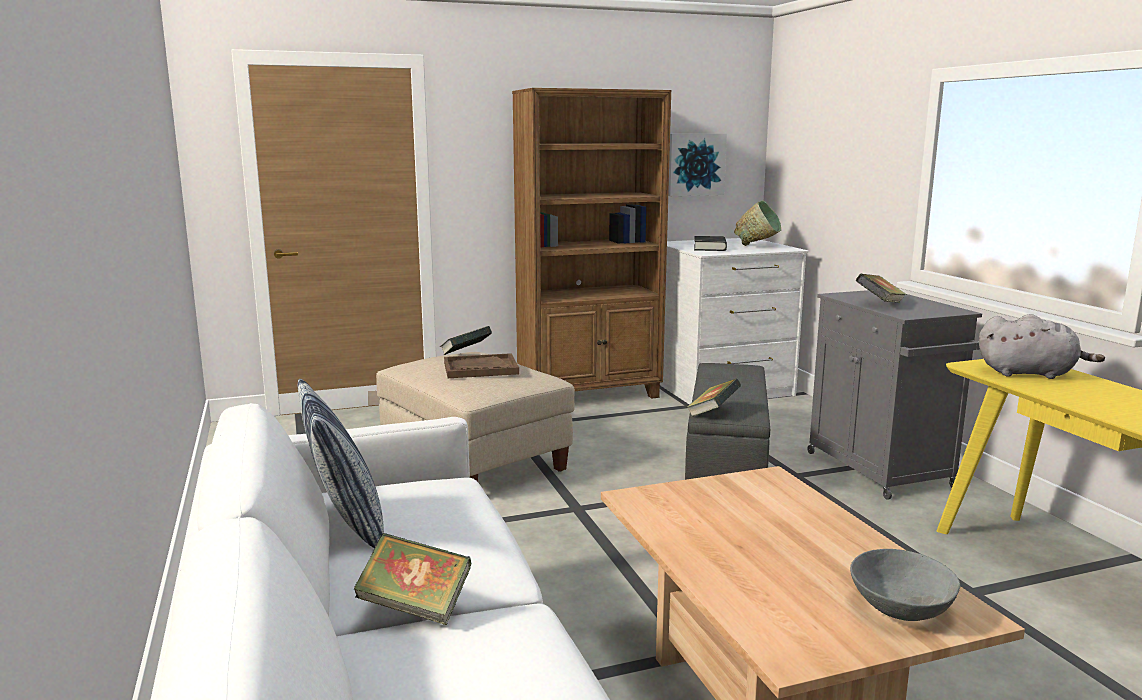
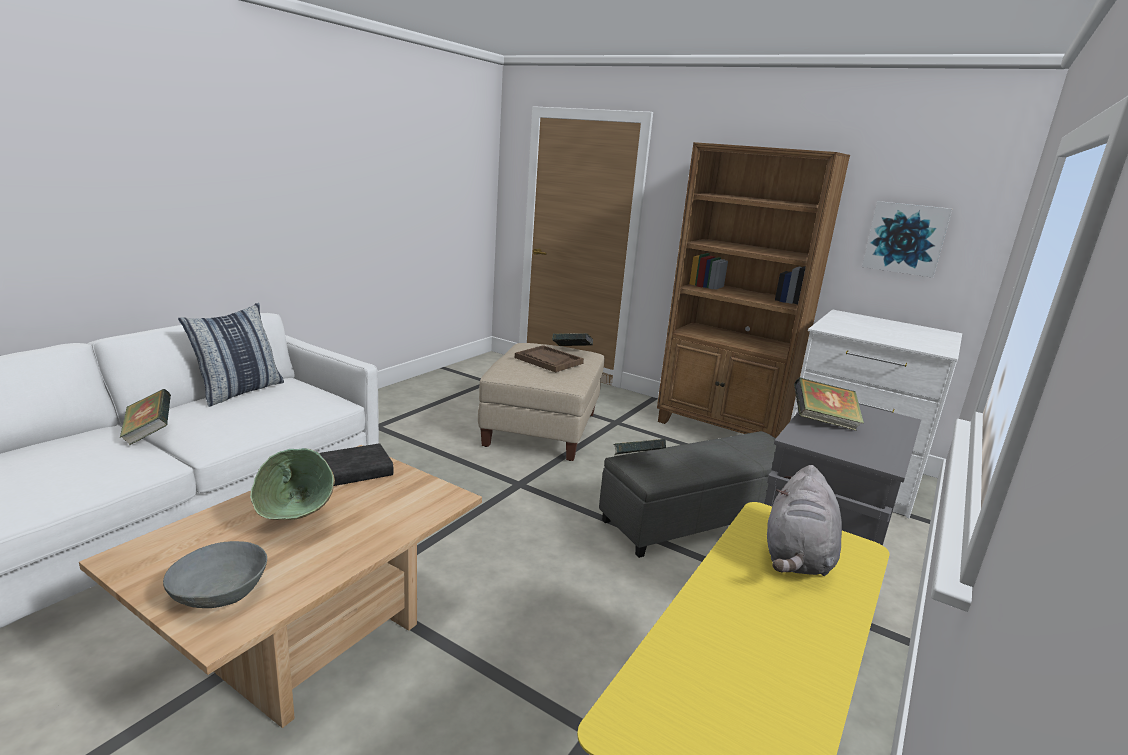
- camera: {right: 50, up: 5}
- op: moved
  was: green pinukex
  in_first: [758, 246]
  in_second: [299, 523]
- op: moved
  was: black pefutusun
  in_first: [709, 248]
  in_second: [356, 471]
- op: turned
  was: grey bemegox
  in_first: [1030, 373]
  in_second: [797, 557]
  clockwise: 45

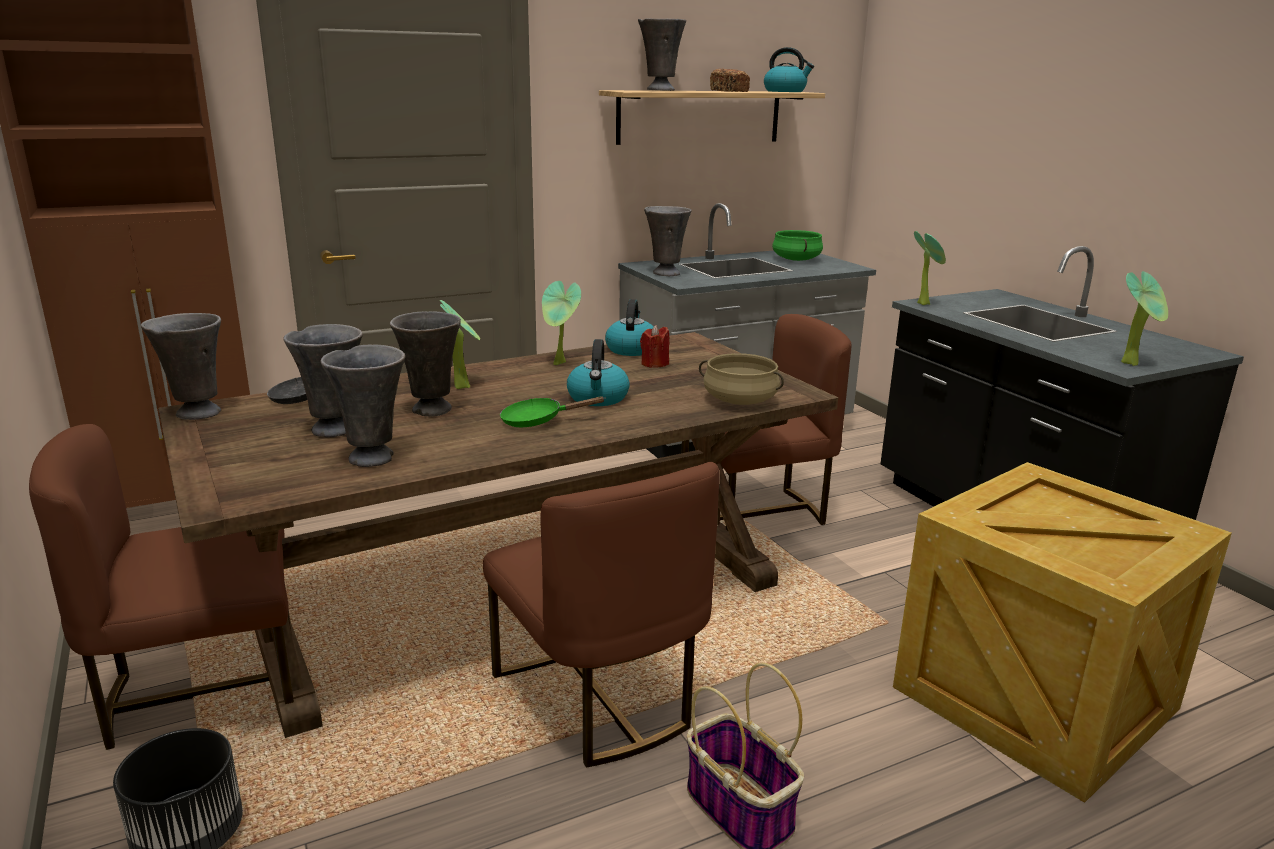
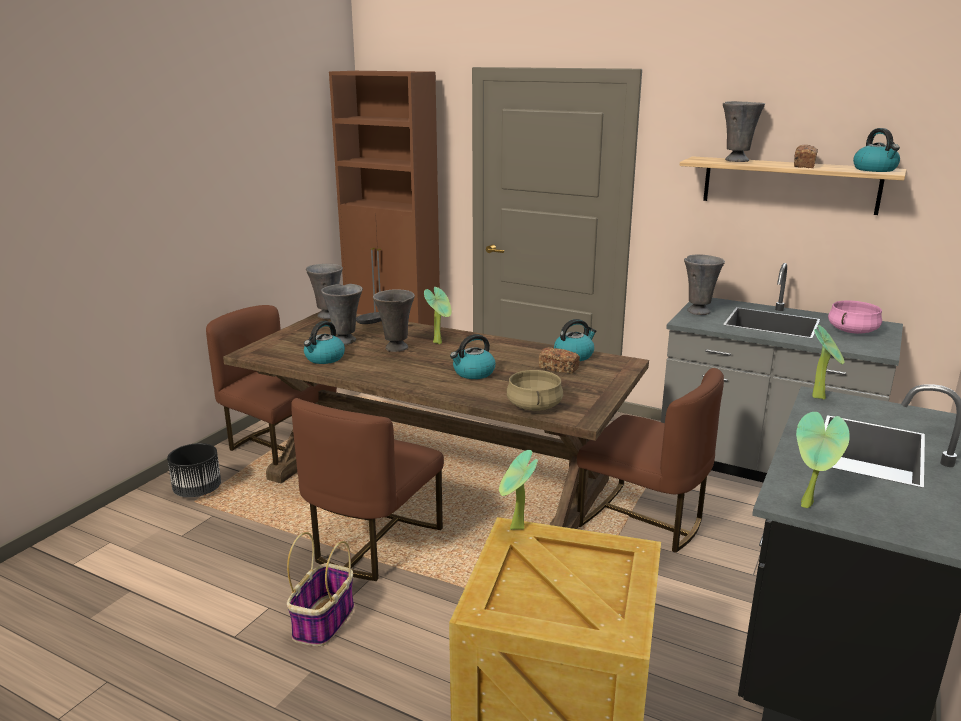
- camera: {right: 55, up: 0}
- op: recoloured
  was: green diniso
  now: pink diniso
  in_first: [796, 259]
  in_second: [852, 331]
- op: moved
  was: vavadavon
  in_first: [560, 364]
  in_second: [516, 529]
- op: replaced
  was: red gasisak
  now: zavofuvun
  in_first: [654, 364]
  in_second: [558, 368]
- op: replaced
  was: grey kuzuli
  now: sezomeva
  in_first: [373, 457]
  in_second: [324, 358]
- op: removed
  was: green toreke
  in_first: [538, 421]

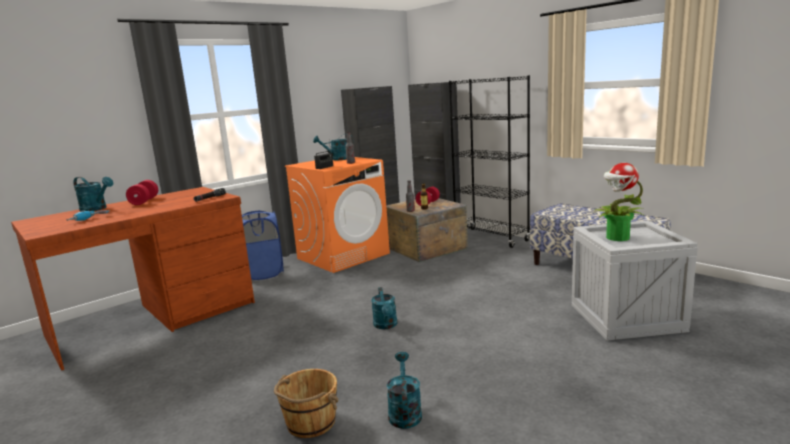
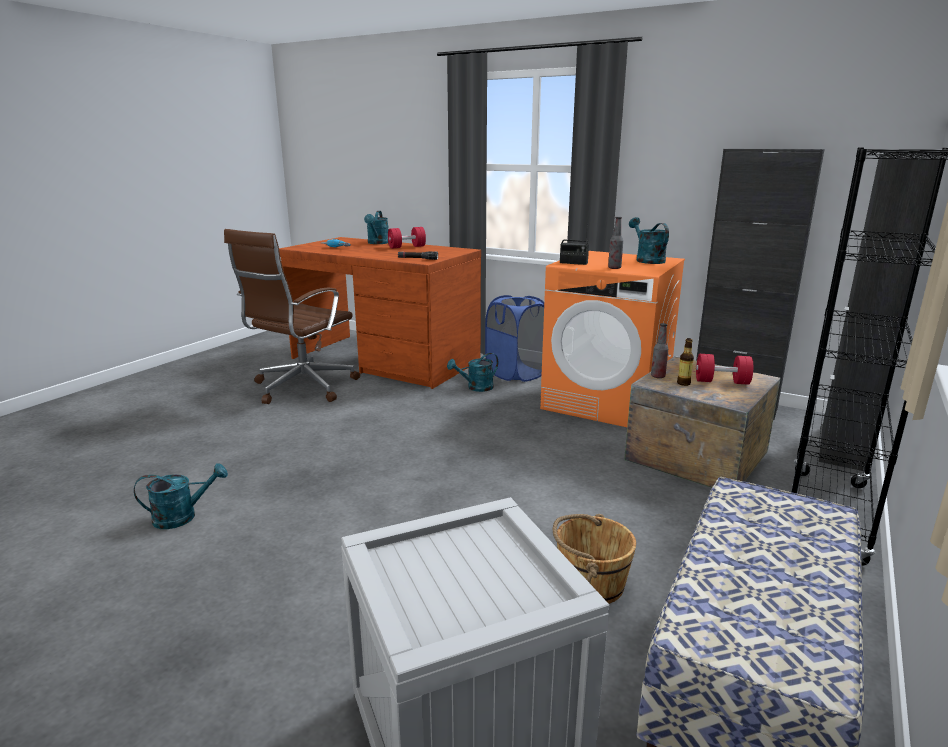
- camera: {right: 70, up: 5}
- op: removed
  was: vavadavon
  in_first: [617, 238]
- op: moved
  was: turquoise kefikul
  in_first: [386, 325]
  in_second: [476, 388]
- op: moved
  was: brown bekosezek
  in_first: [310, 423]
  in_second: [590, 583]
- op: added
  now: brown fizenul
  in_second: [302, 388]

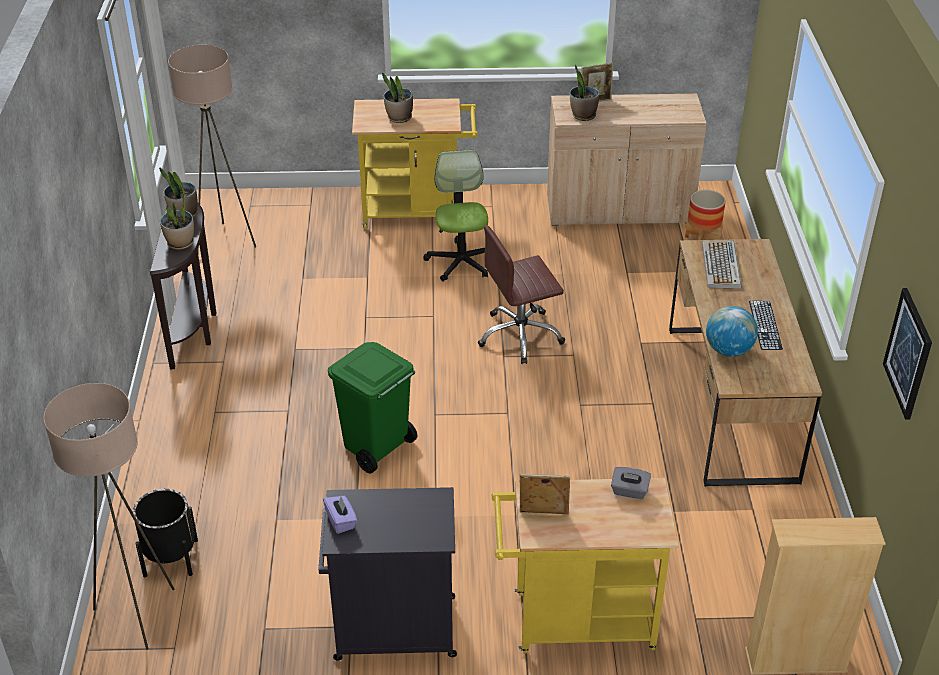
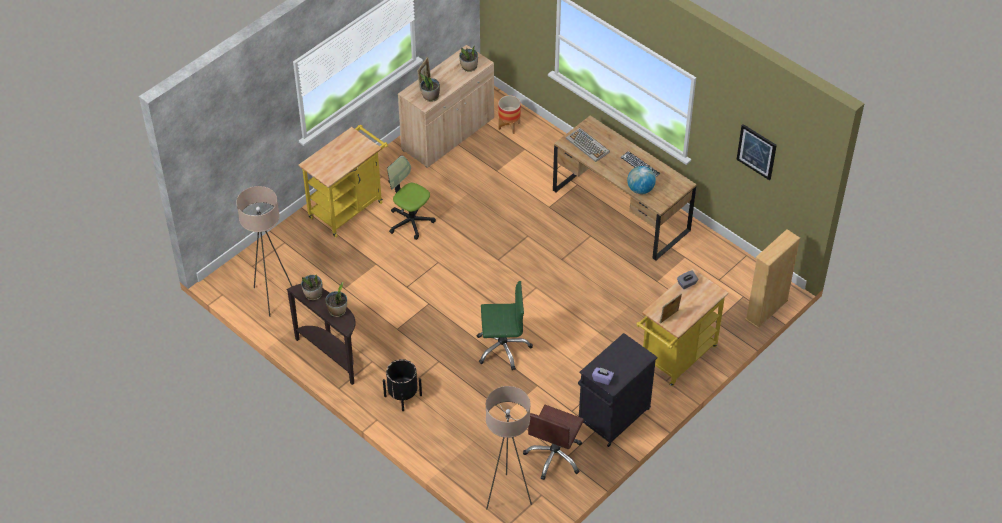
- camera: {right: -45, up: 10}
- op: moved
  was: vavadavon
  in_first: [399, 118]
  in_second: [469, 67]
- op: moved
  was: brown fizenul
  in_first: [520, 336]
  in_second: [554, 456]
- op: replaced
  was: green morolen
  now: green fizenul
  in_first: [376, 448]
  in_second: [502, 348]
- op: moved
  was: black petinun
  in_first: [170, 558]
  in_second: [403, 395]

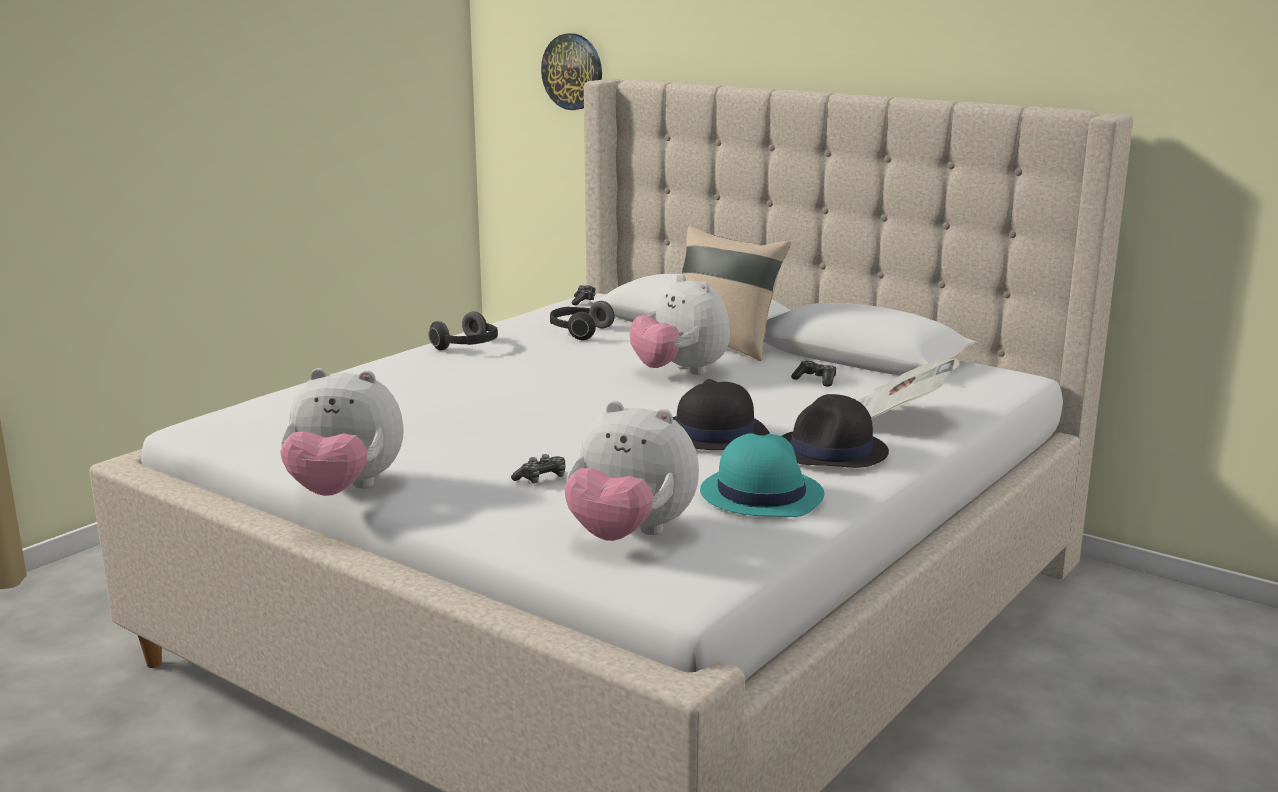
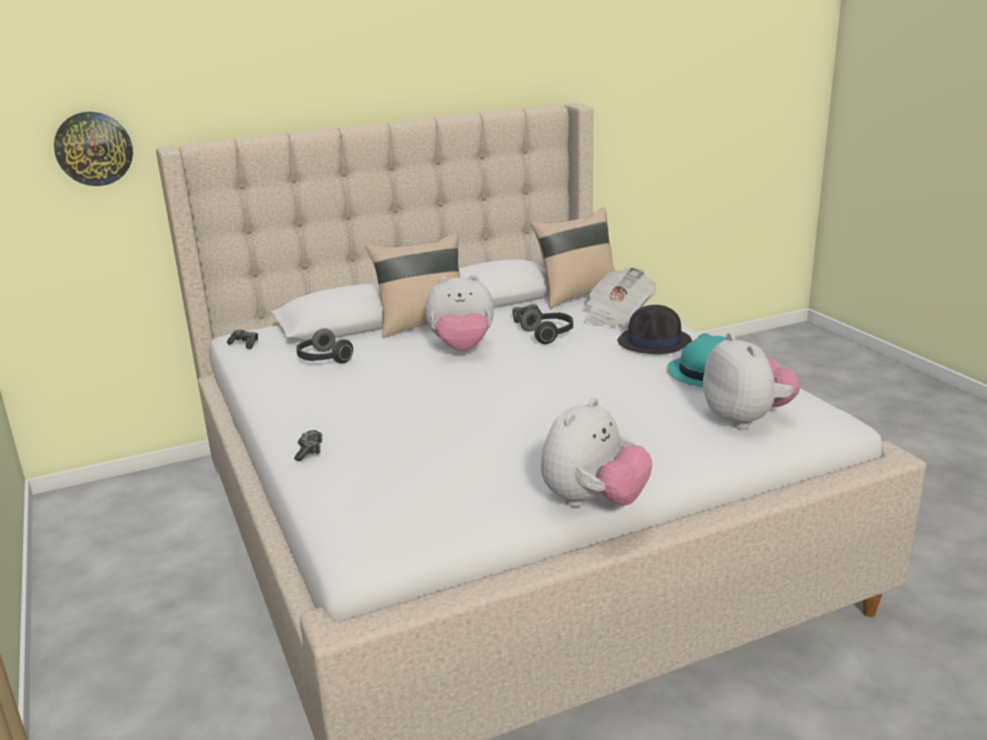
- camera: {right: -60, up: 5}
- op: moved
  was: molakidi
  in_first: [468, 347]
  in_second: [549, 335]
- op: removed
  was: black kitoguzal
  in_first: [713, 433]
- op: turned
  was: bemegox
  in_first: [630, 535]
  in_second: [746, 419]
  clockwise: -75
- op: moved
  was: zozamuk
  in_first: [541, 479]
  in_second: [309, 451]
- op: added
  now: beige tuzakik
  in_second: [576, 295]

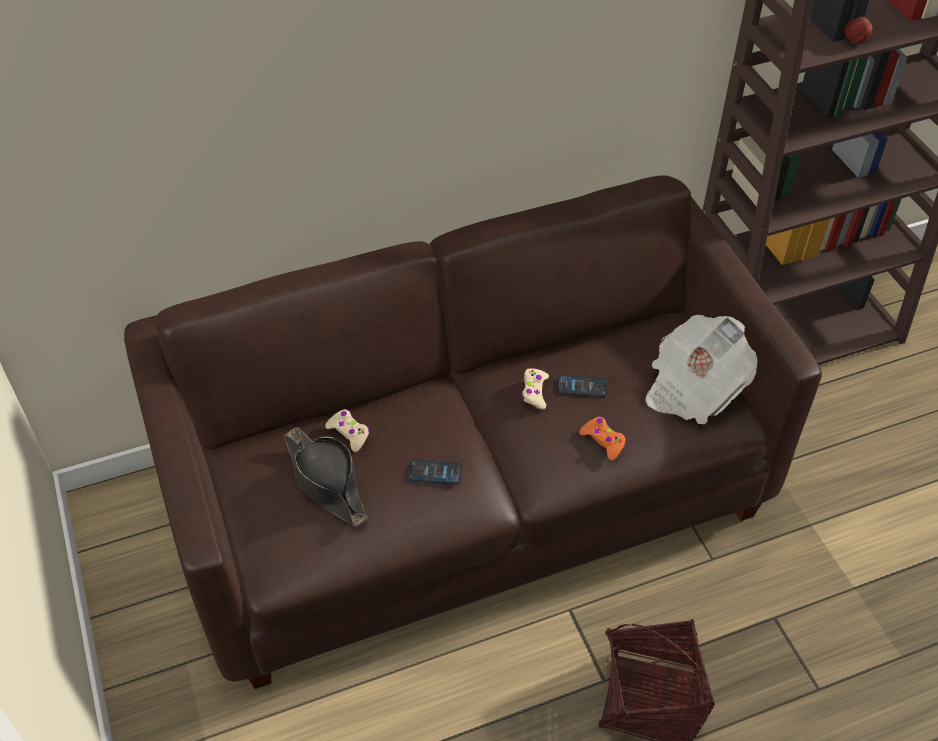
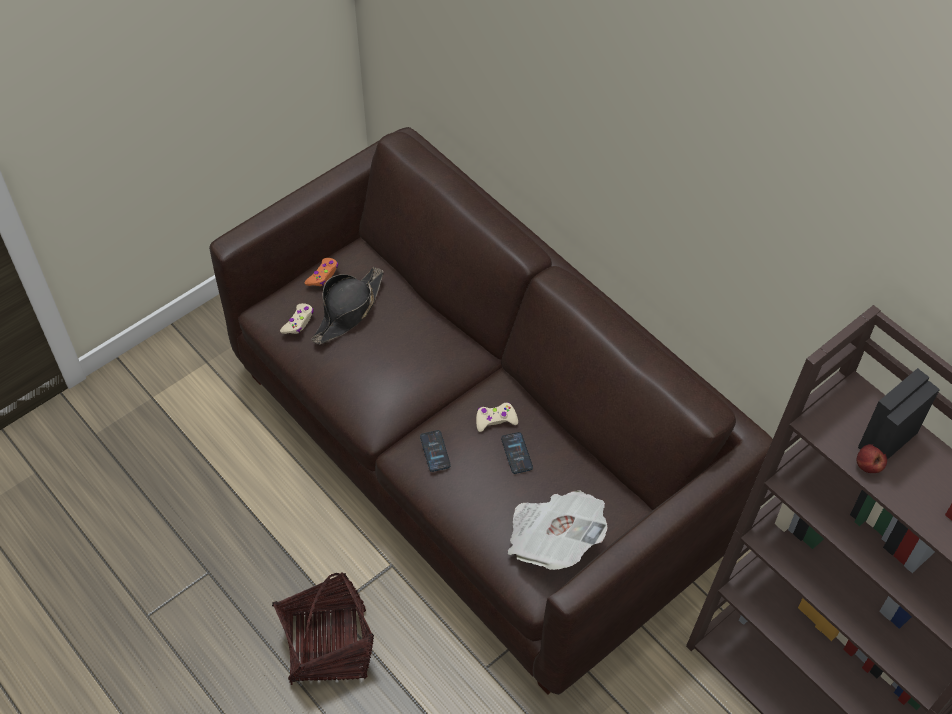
- camera: {right: 70, up: 5}
- op: moved
  was: beige zozamuk
  in_first: [349, 433]
  in_second: [298, 322]
- op: moved
  was: orange zozamuk
  in_first: [603, 441]
  in_second: [323, 275]
- op: moved
  was: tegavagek
  in_first: [435, 473]
  in_second: [435, 451]

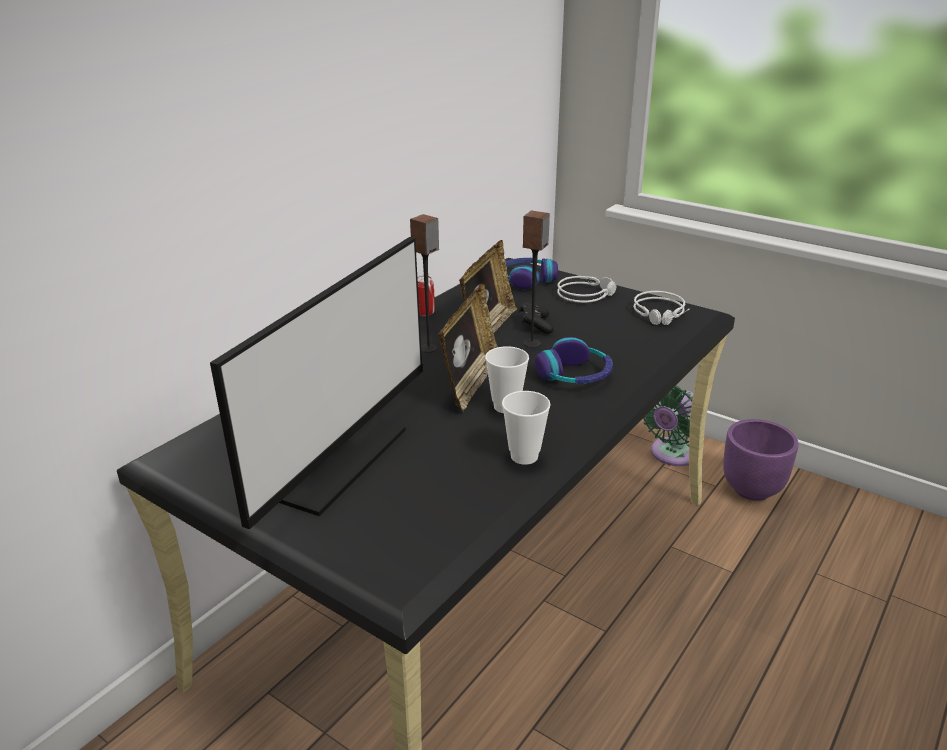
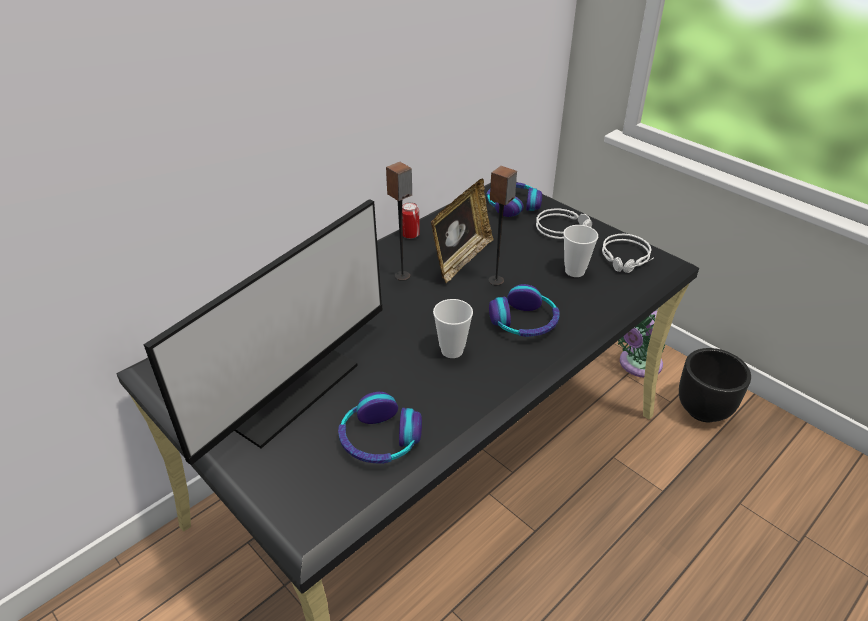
- camera: {right: 10, up: 10}
- op: removed
  was: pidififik
  in_first: [470, 384]
- op: removed
  was: black zozamuk
  in_first: [535, 325]
- op: moved
  was: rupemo
  in_first: [524, 456]
  in_second: [574, 271]
- op: recoloured
  was: purple petinun
  now: black petinun
  in_first: [752, 490]
  in_second: [703, 411]
- op: added
  now: molakidi
  in_second: [379, 439]

